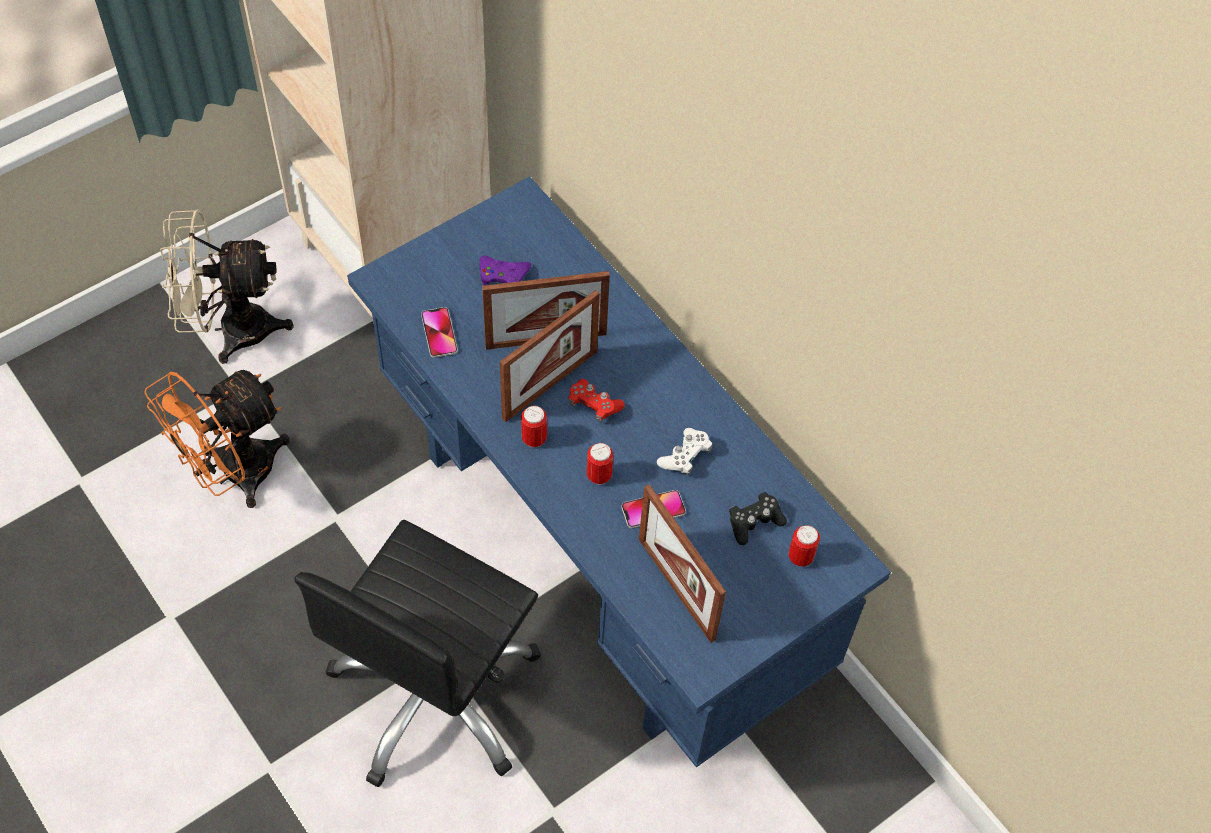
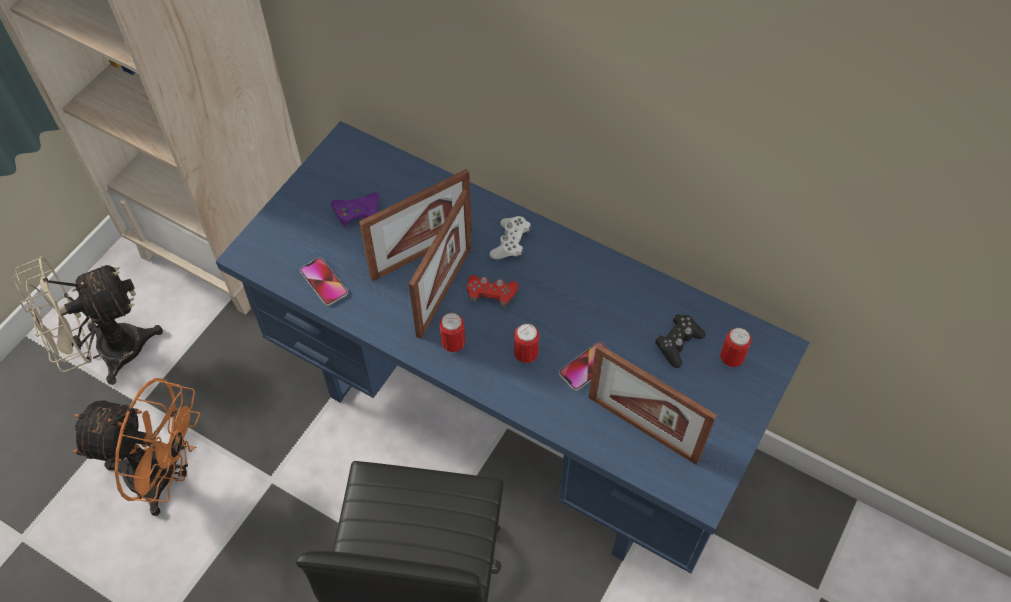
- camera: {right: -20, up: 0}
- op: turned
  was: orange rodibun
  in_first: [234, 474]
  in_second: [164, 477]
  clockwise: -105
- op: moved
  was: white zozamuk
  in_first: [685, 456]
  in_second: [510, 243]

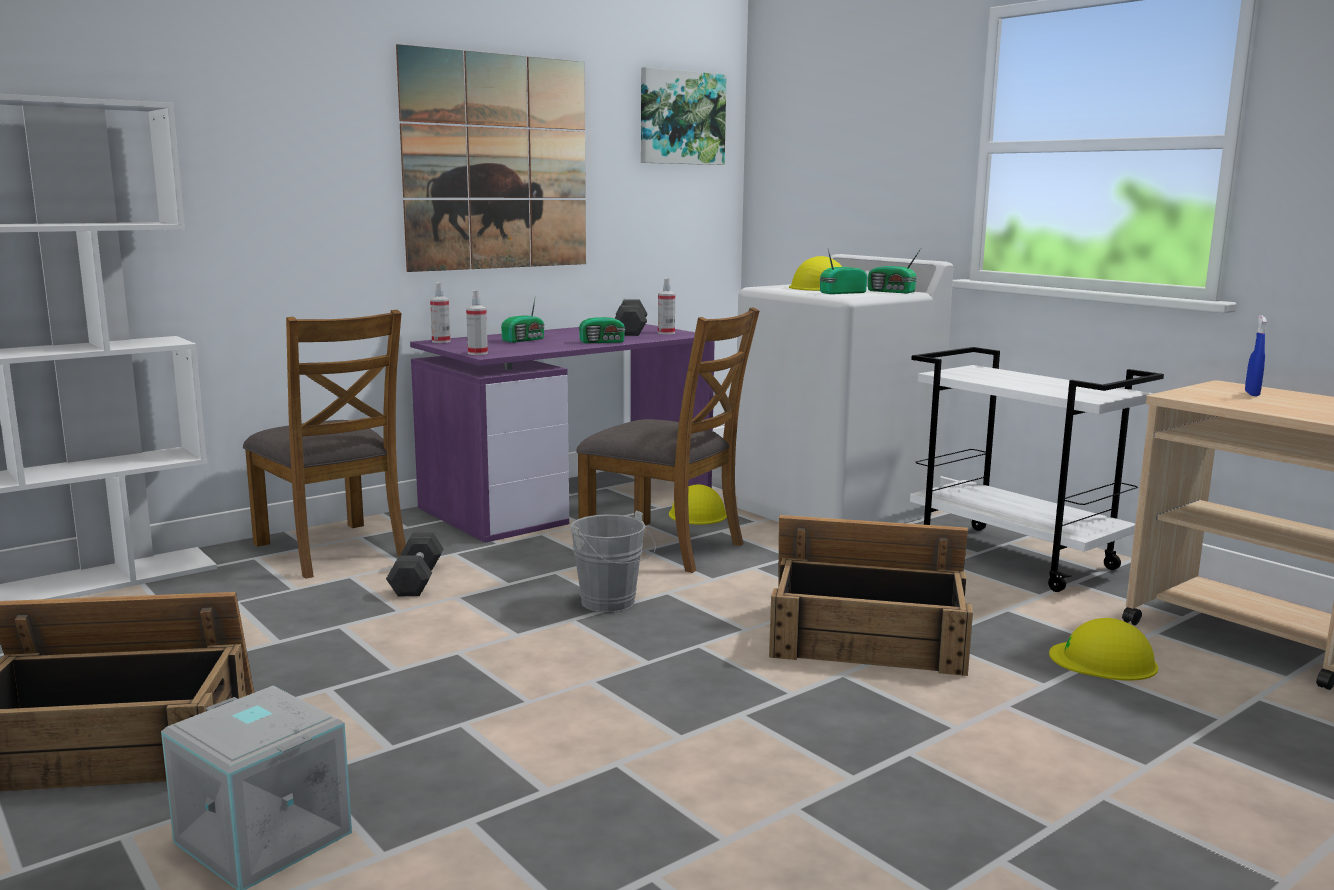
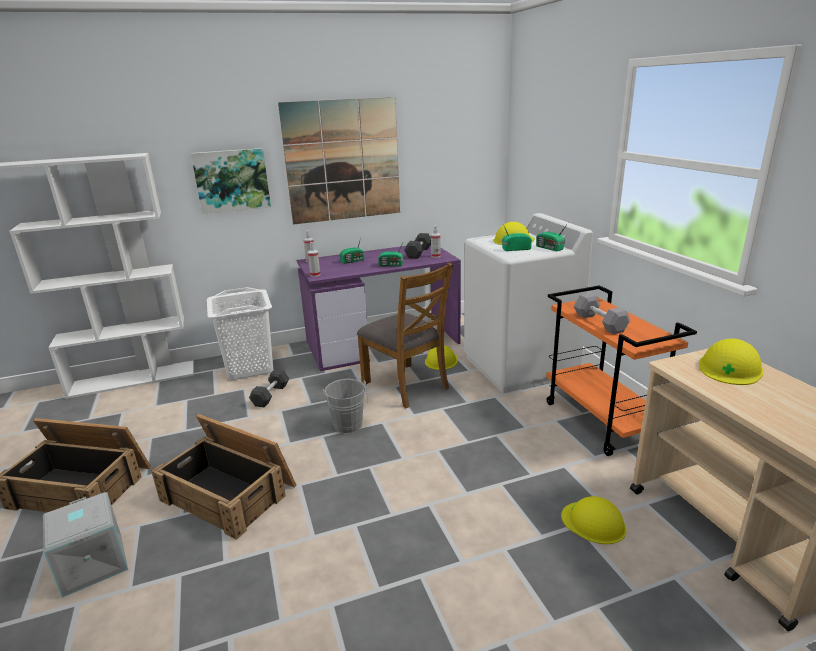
- camera: {right: 20, up: 10}
- op: moved
  was: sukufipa
  in_first: [681, 118]
  in_second: [232, 180]
- op: replaced
  was: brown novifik
  now: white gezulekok
  in_first: [332, 549]
  in_second: [249, 368]
- op: replaced
  was: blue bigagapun
  now: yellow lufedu
  in_first: [1252, 394]
  in_second: [730, 368]
- op: recoloured
  was: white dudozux
  now: orange dudozux
  in_first: [1016, 558]
  in_second: [603, 421]
- op: moved
  was: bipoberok
  in_first: [868, 636]
  in_second: [230, 492]
- op: added
  now: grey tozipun
  in_second: [599, 323]

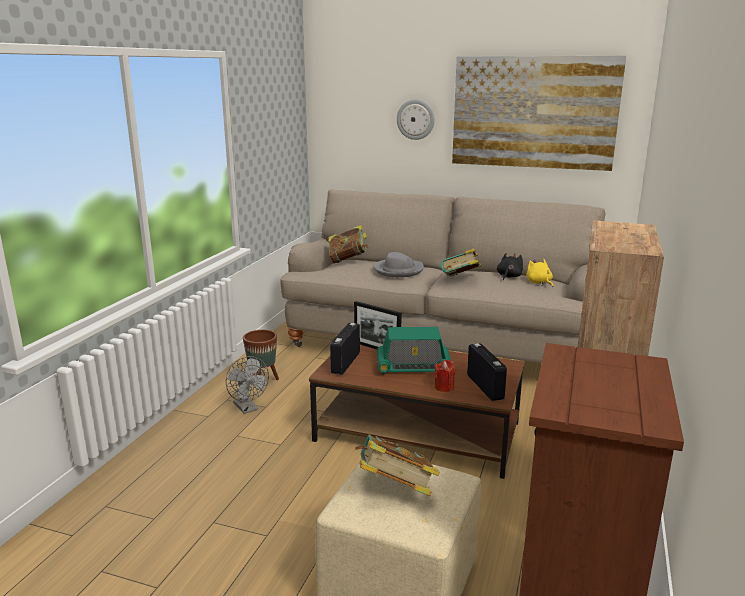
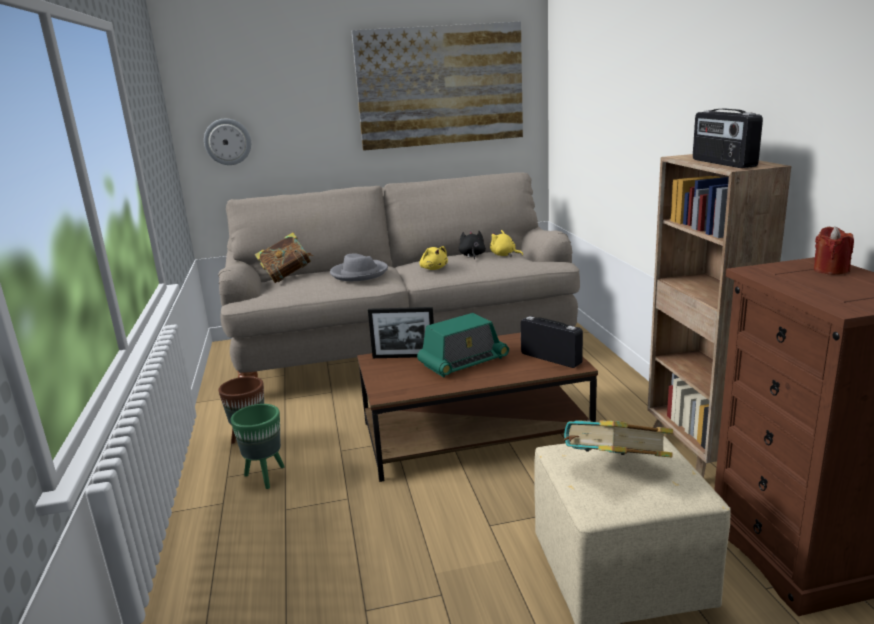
- camera: {right: -30, up: 0}
- op: moved
  was: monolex
  in_first: [415, 119]
  in_second: [227, 142]
- op: replaced
  was: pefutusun
  now: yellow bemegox
  in_first: [460, 280]
  in_second: [433, 268]
- op: moved
  was: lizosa
  in_first: [345, 363]
  in_second: [722, 163]
- op: replaced
  was: grey rodibun
  now: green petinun
  in_first: [248, 408]
  in_second: [265, 476]
- op: moved
  was: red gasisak
  in_first: [444, 387]
  in_second: [830, 270]

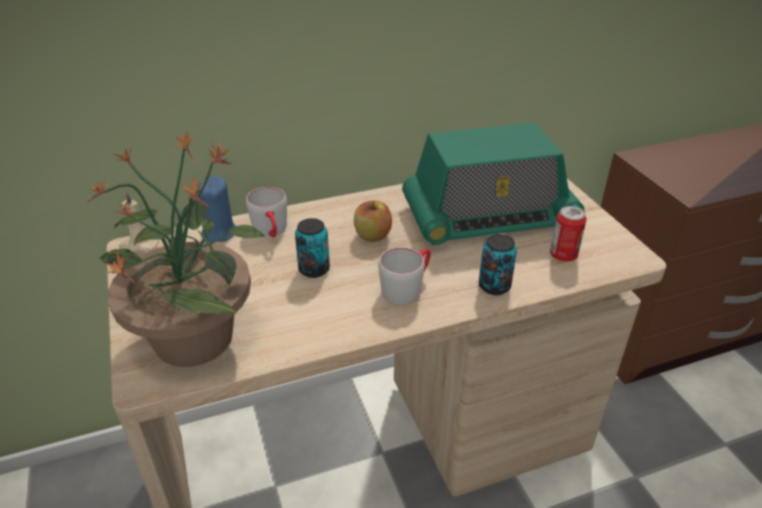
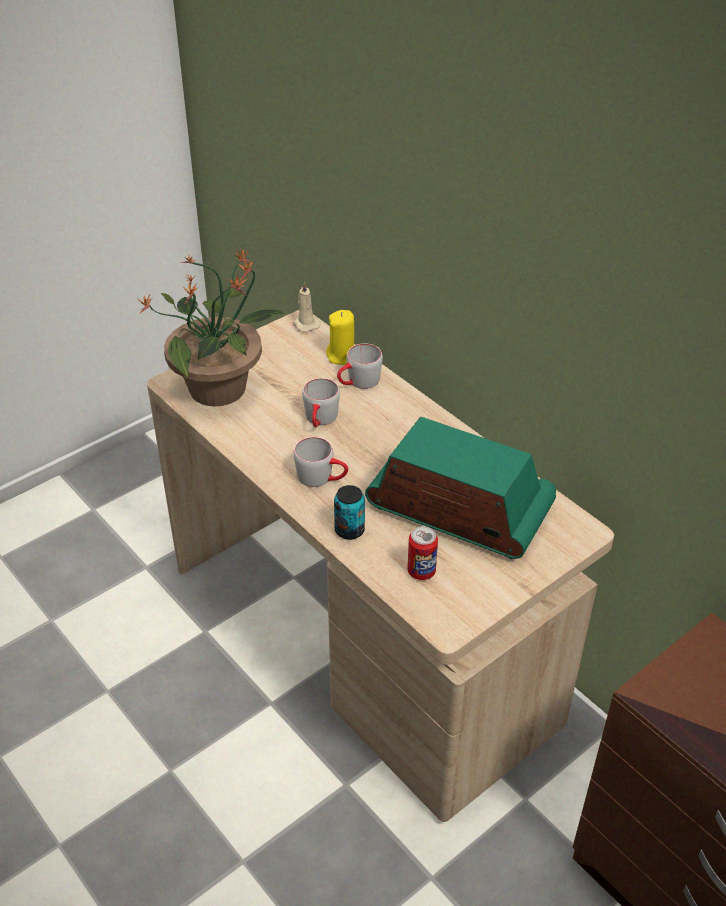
- camera: {right: 70, up: 5}
- op: turned
  was: lizosa
  in_first: [488, 217]
  in_second: [459, 509]
  clockwise: 150
- op: recoloured
  was: blue gasisak
  now: yellow gasisak
  in_first: [219, 232]
  in_second: [342, 356]
- op: removed
  was: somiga
  in_first: [373, 235]
- op: replaced
  was: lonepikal
  now: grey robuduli
  in_first: [314, 269]
  in_second: [320, 420]

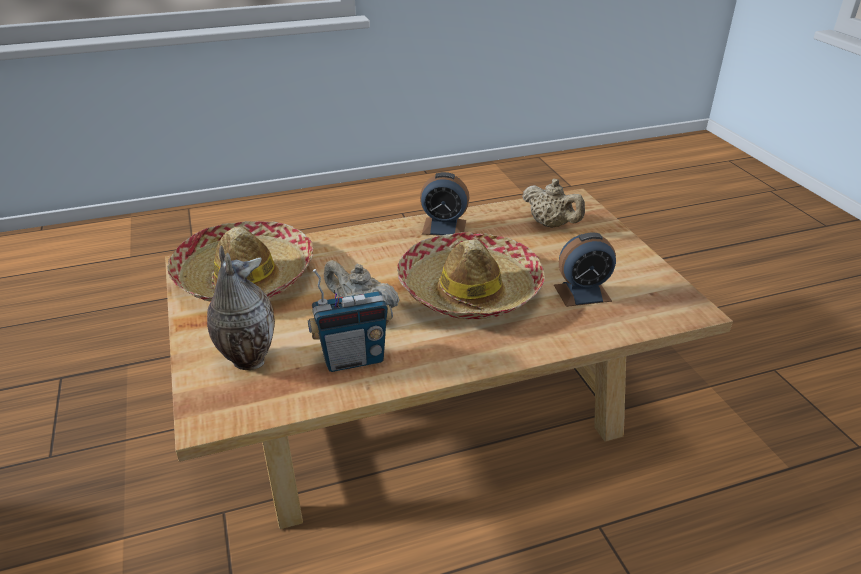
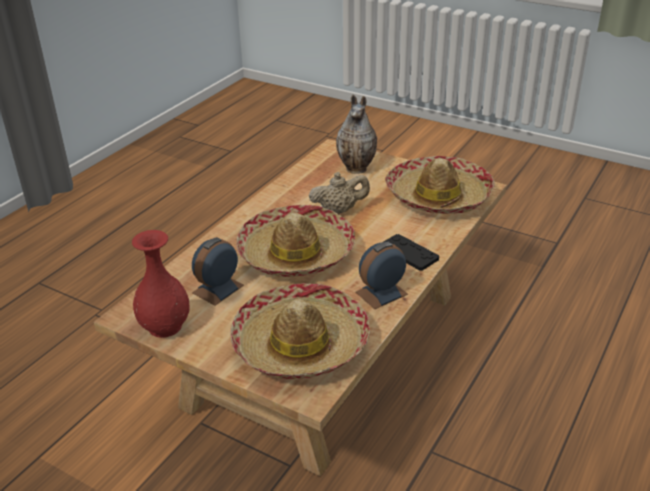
- camera: {right: 140, up: 0}
- op: replaced
  was: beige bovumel
  now: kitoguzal
  in_first: [551, 225]
  in_second: [300, 344]
- op: removed
  was: lizosa
  in_first: [353, 359]
- op: added
  now: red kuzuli
  in_second: [165, 326]
- op: added
  now: black zozamuk
  in_second: [408, 253]

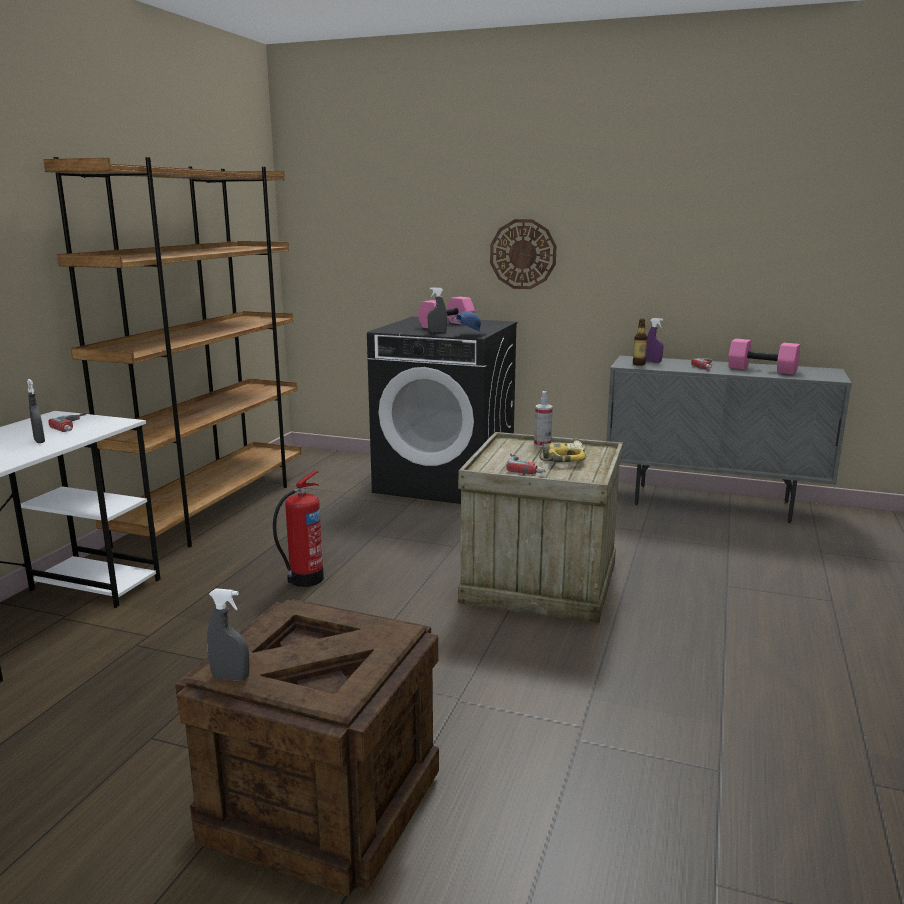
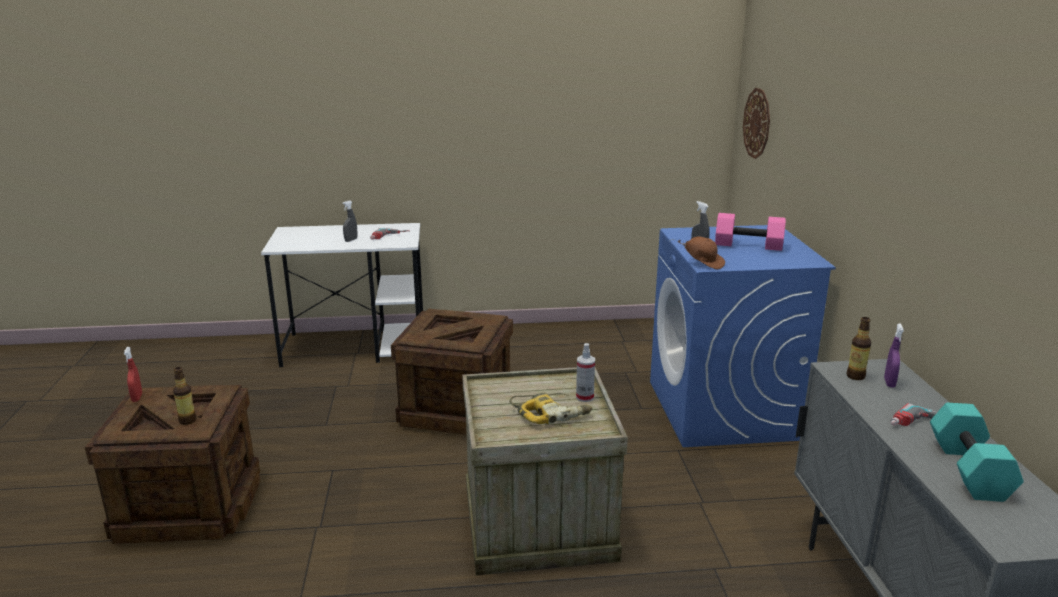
- camera: {right: 65, up: 5}
- op: removed
  was: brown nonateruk
  in_first: [214, 509]
- op: moved
  was: monolex
  in_first: [523, 254]
  in_second: [757, 123]
- op: recoloured
  was: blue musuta
  now: brown musuta
  in_first: [469, 335]
  in_second: [703, 263]
- op: recoloured
  was: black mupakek
  now: blue mupakek
  in_first: [446, 482]
  in_second: [723, 410]
- op: recoloured
  was: pink tozipun
  now: turquoise tozipun
  in_first: [761, 370]
  in_second: [966, 469]
- op: removed
  was: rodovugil
  in_first: [526, 467]
- op: replaced
  was: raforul
  now: bipoberok
  in_first: [304, 580]
  in_second: [457, 409]
- op: recoloured
  was: grey bigagapun
  now: red bigagapun
  in_first: [230, 677]
  in_second: [137, 398]
- op: added
  now: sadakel
  in_second: [187, 421]

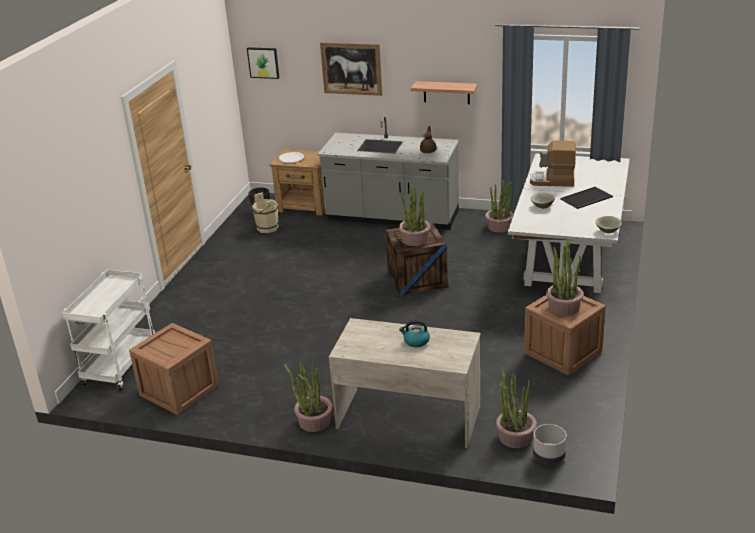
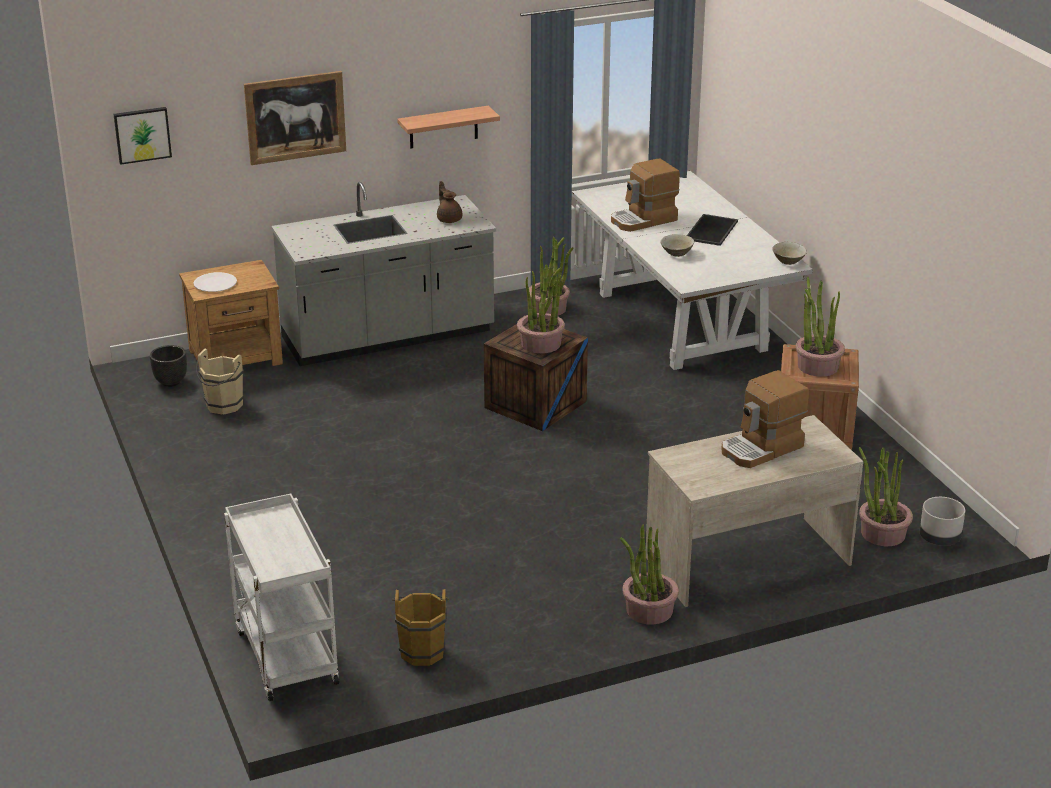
- camera: {right: -40, up: 0}
- op: replaced
  was: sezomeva
  now: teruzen
  in_first: [416, 341]
  in_second: [762, 449]
- op: replaced
  was: bipoberok
  now: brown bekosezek
  in_first: [179, 390]
  in_second: [422, 650]

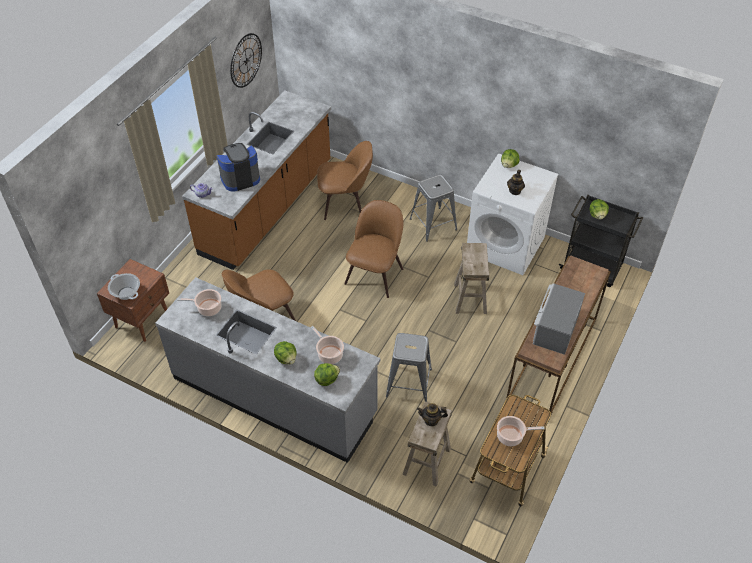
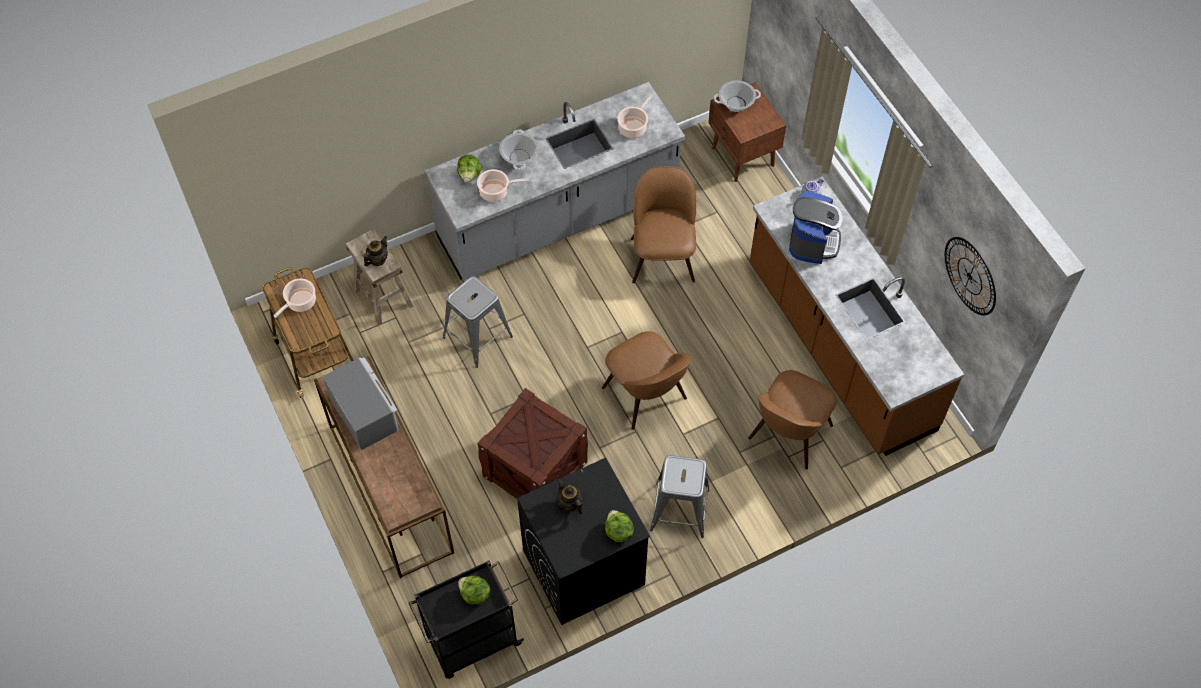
- camera: {right: 125, up: 10}
- op: recoloured
  was: white mupakek
  now: black mupakek
  in_first: [506, 245]
  in_second: [583, 568]
- op: replaced
  was: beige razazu
  now: bipoberok
  in_first: [470, 298]
  in_second: [535, 469]
- op: replaced
  was: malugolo
  now: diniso
  in_first: [286, 358]
  in_second: [519, 157]

